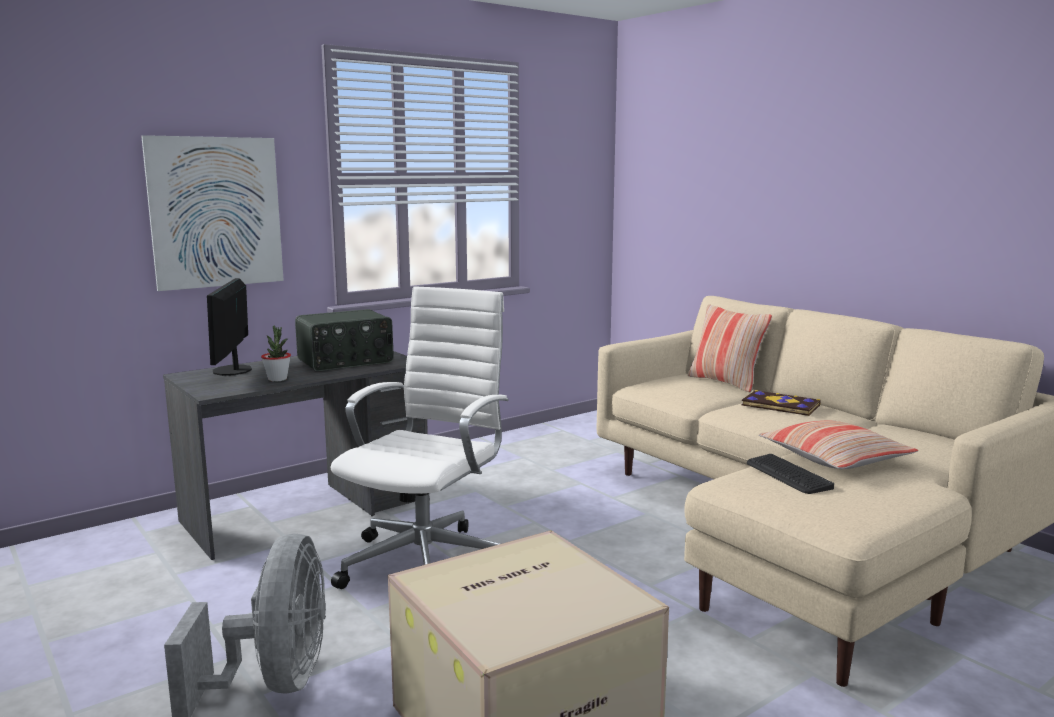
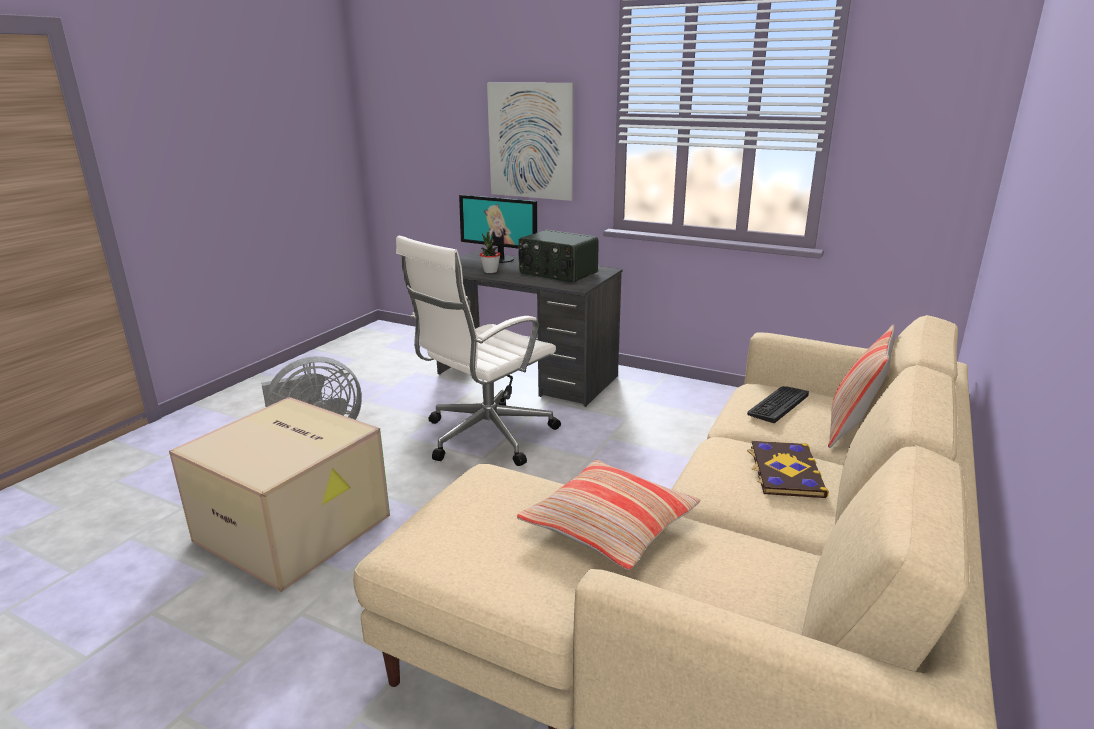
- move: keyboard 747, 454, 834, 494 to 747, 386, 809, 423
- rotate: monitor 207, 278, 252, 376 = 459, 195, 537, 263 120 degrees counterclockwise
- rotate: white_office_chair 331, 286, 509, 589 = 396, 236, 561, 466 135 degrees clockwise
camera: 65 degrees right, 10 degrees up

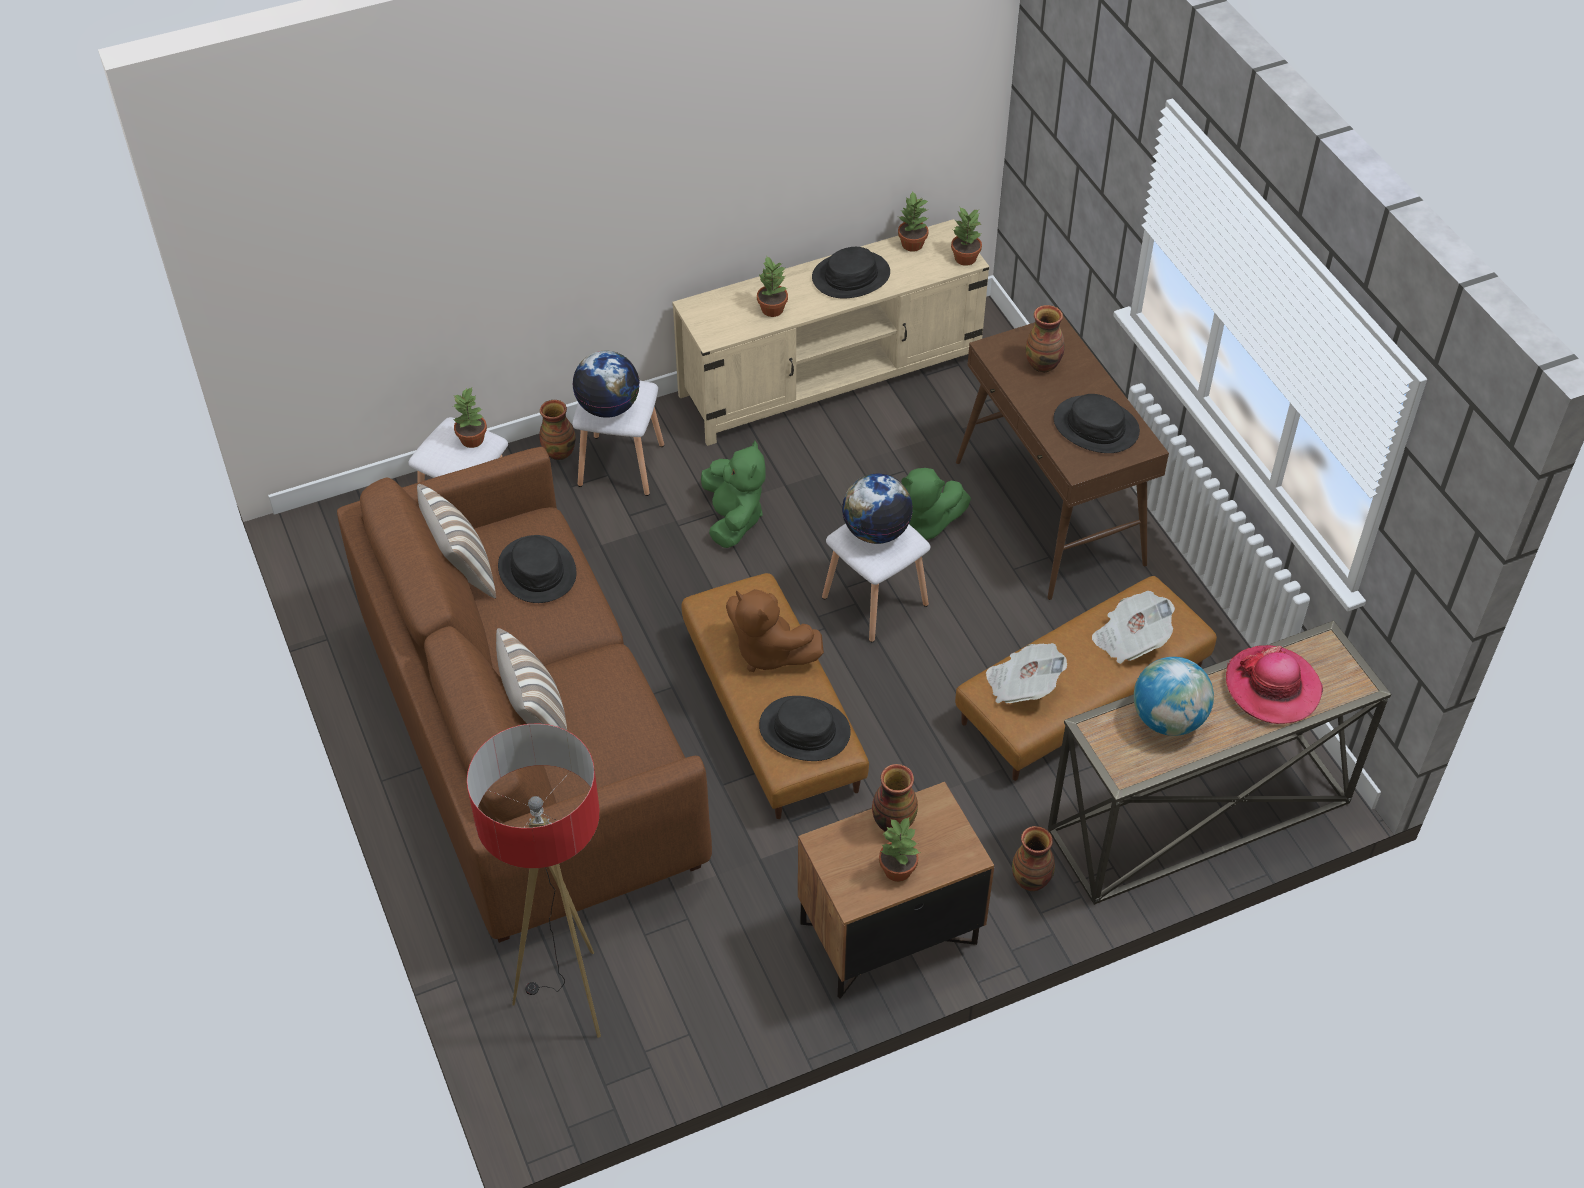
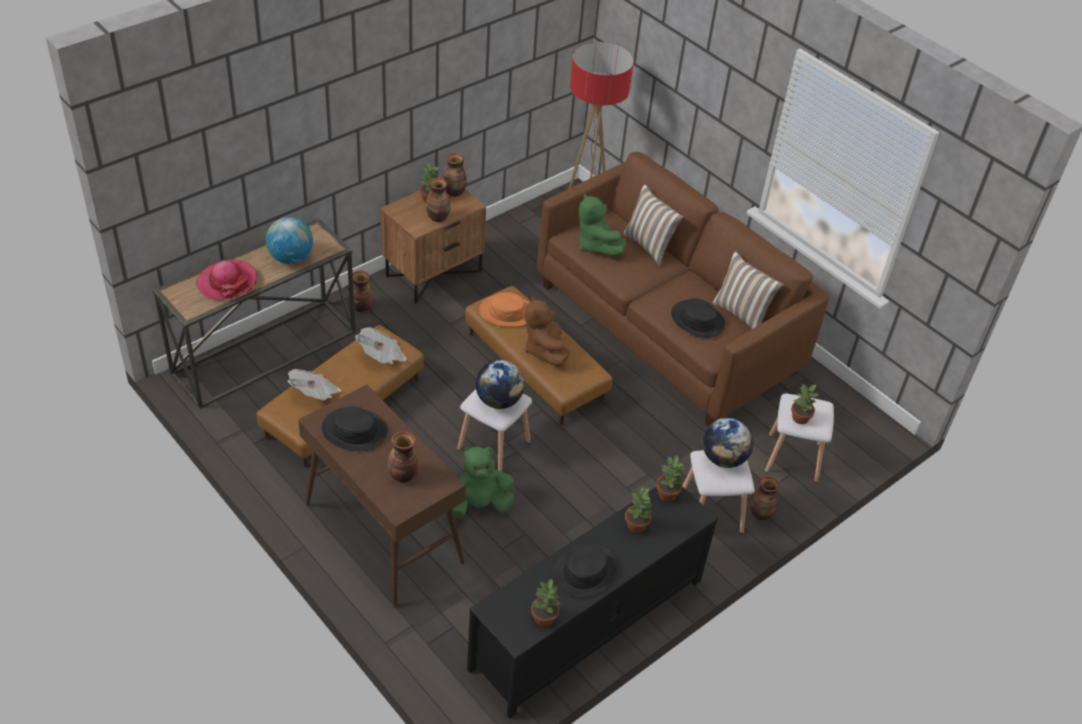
- insert: vase 443, 153, 467, 197
- move: green_plush_toy 701, 440, 766, 548 to 579, 193, 626, 256
- move: potted_plant 951, 206, 982, 266 to 656, 455, 684, 501
- recolor: beige_tv_stand 672, 219, 989, 446 to black_tv_stand 467, 487, 718, 719
- recolor: black_hat 759, 696, 851, 761 to orange_hat 479, 293, 530, 327
- rotate: brown_plush_toy 726, 589, 824, 672 = 525, 295, 570, 366 120 degrees counterclockwise
camera: 160 degrees right, 5 degrees down

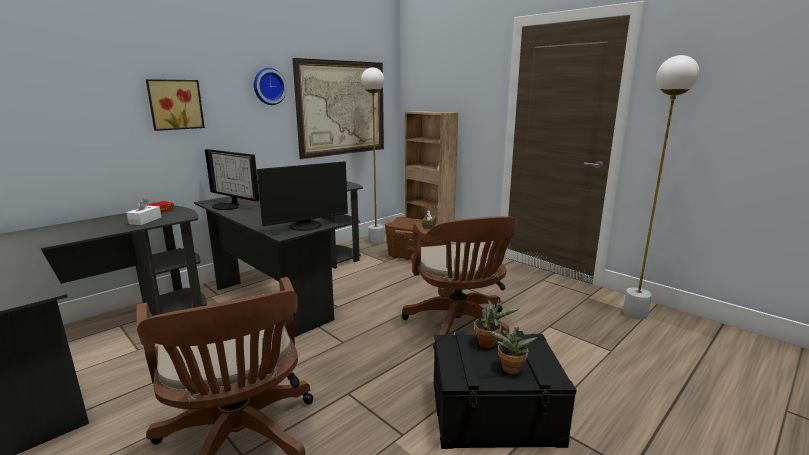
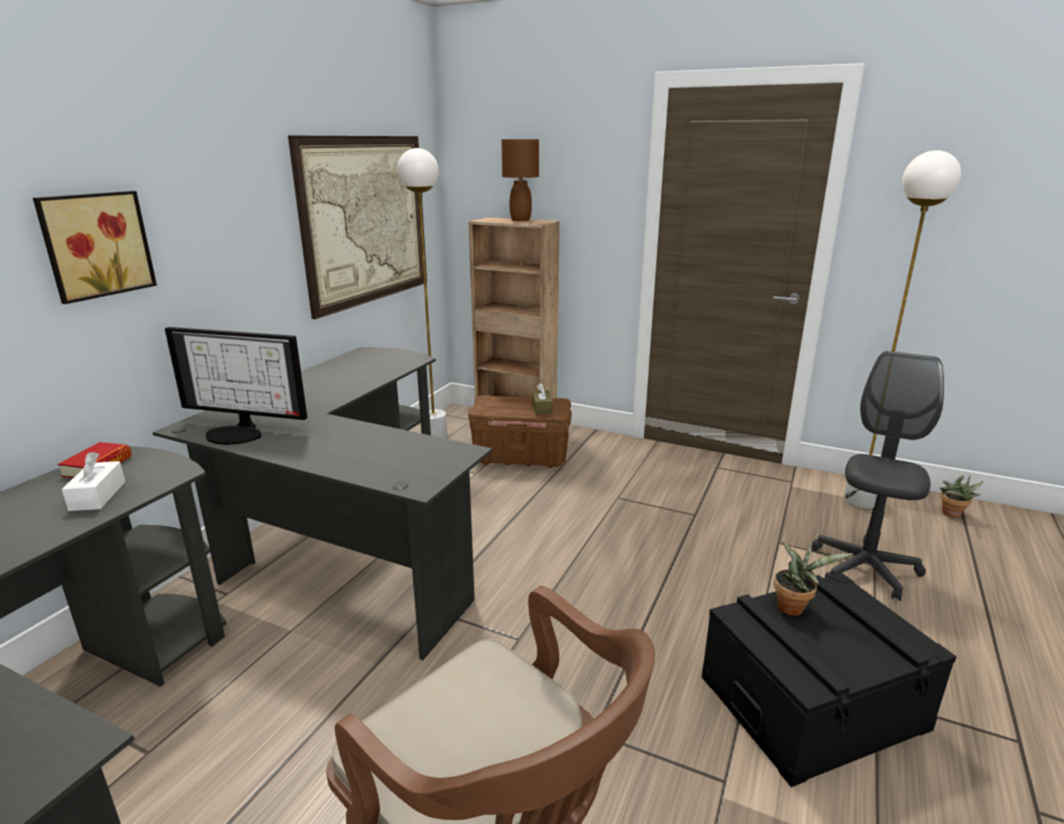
- delete: wall_clock 254, 68, 287, 105
- delete: monitor 257, 161, 348, 231
- delete: brown_office_chair 402, 216, 518, 349
- insert: brown_table_lamp 502, 139, 539, 221
- insert: grey_office_chair 812, 351, 944, 601
- move: potted_plant 490, 327, 538, 374 to 940, 475, 983, 518
camera: 20 degrees left, 5 degrees up

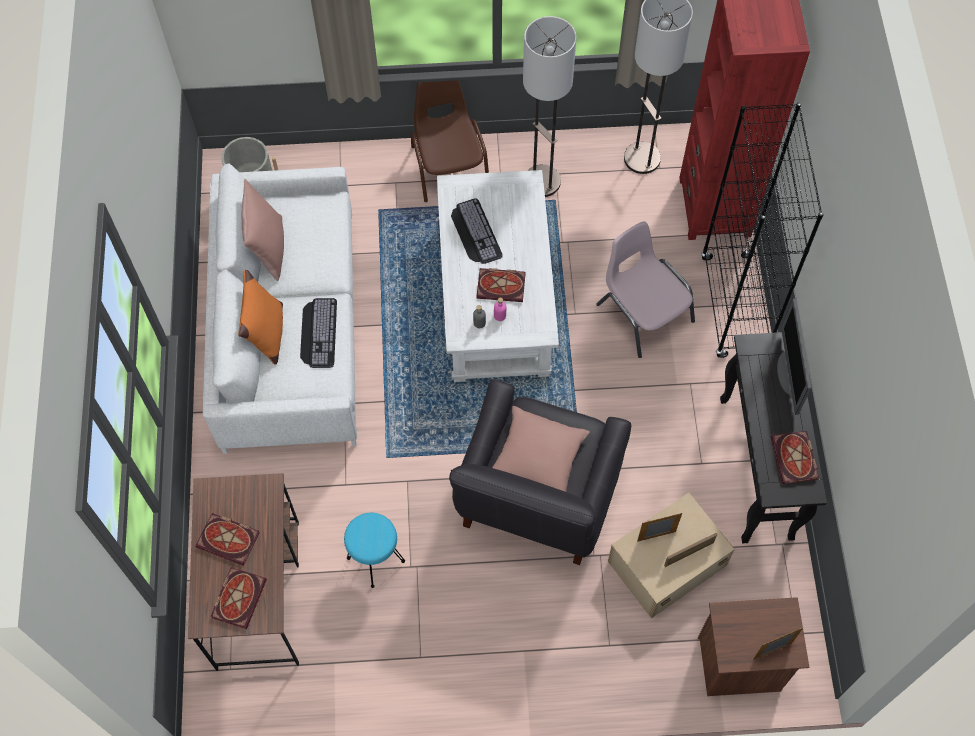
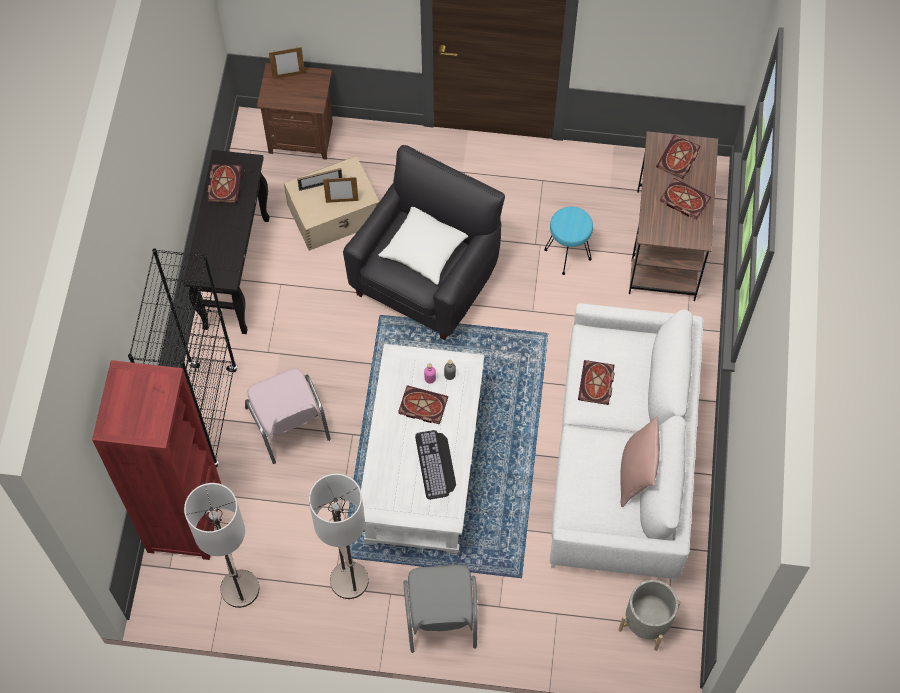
- delete: orange_pillow 238, 270, 283, 365
- delete: monitor 777, 298, 811, 415
- replace: keyboard 300, 298, 337, 368 to book 578, 360, 615, 405
- recolor: brown_chair 411, 80, 489, 202 to grey_chair 403, 565, 478, 653
- recolor: pink_pillow 492, 406, 590, 492 to white_pillow 378, 207, 468, 285
camera: 170 degrees left, 0 degrees up

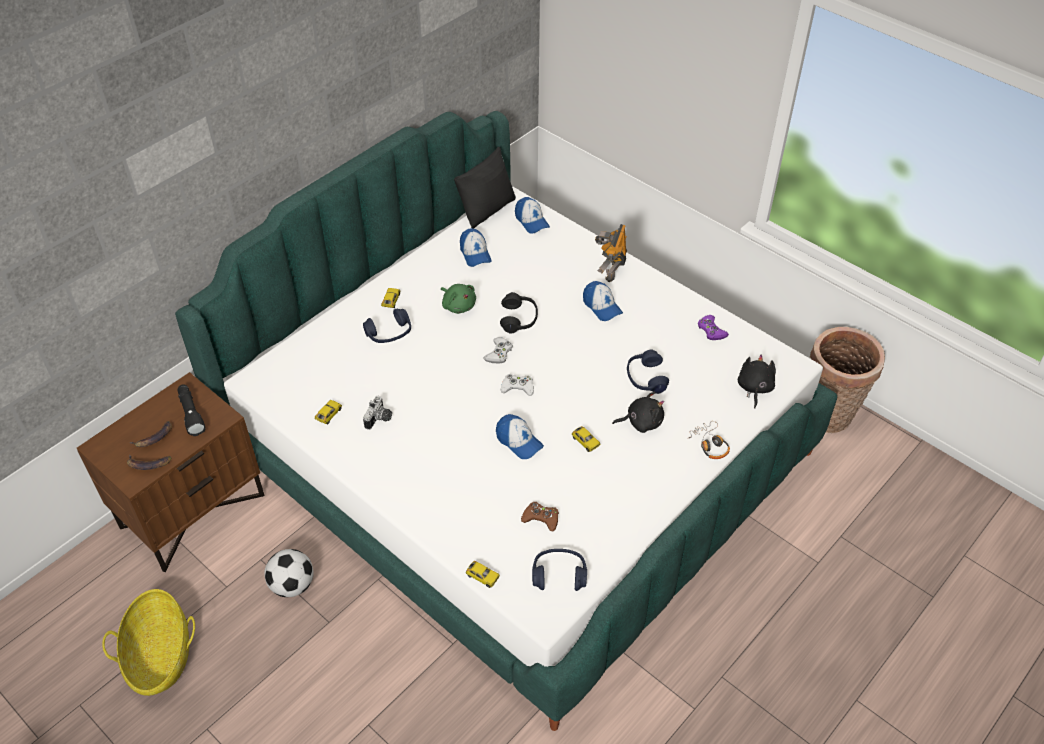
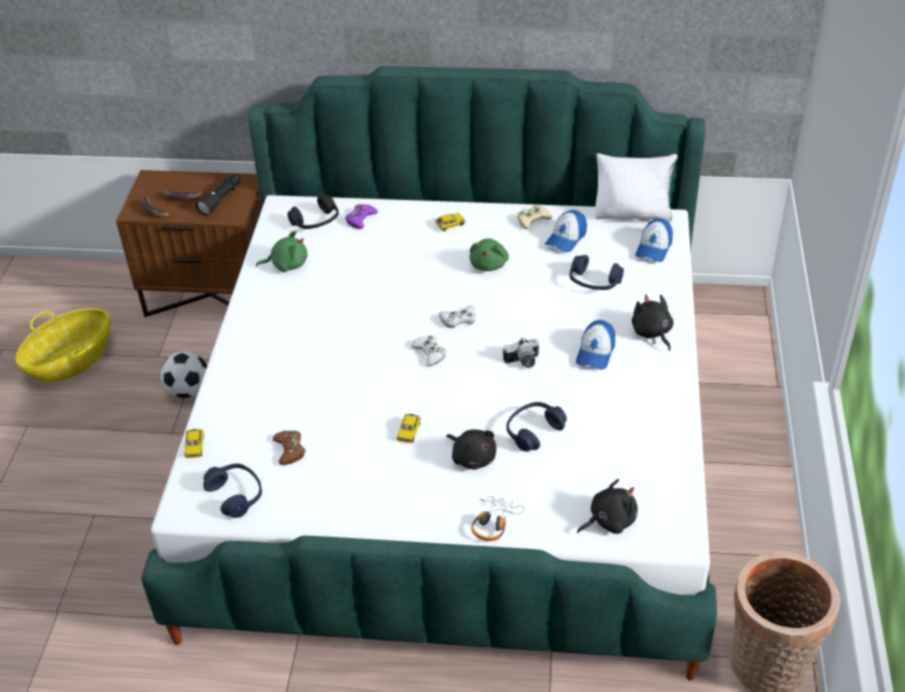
- delete: cap 496, 414, 544, 459
- insert: beige_game_controller 517, 205, 552, 229
- move: blue_headphones 363, 309, 411, 343 to 570, 255, 624, 290
- move: photo_camera 363, 396, 392, 430 to 503, 337, 539, 368
- move: black_headphones 500, 292, 538, 334 to 288, 195, 339, 229
- move: purple_game_controller 698, 315, 729, 340 to 345, 204, 378, 229
- replace: toy_car 315, 400, 342, 424 to green_plush_toy 256, 231, 307, 272
- replace: toy_robot 595, 224, 627, 282 to black_plush_toy 632, 294, 674, 351
- recolor: black_pillow 454, 146, 516, 229 to white_pillow 595, 153, 677, 222
camera: 55 degrees right, 5 degrees down

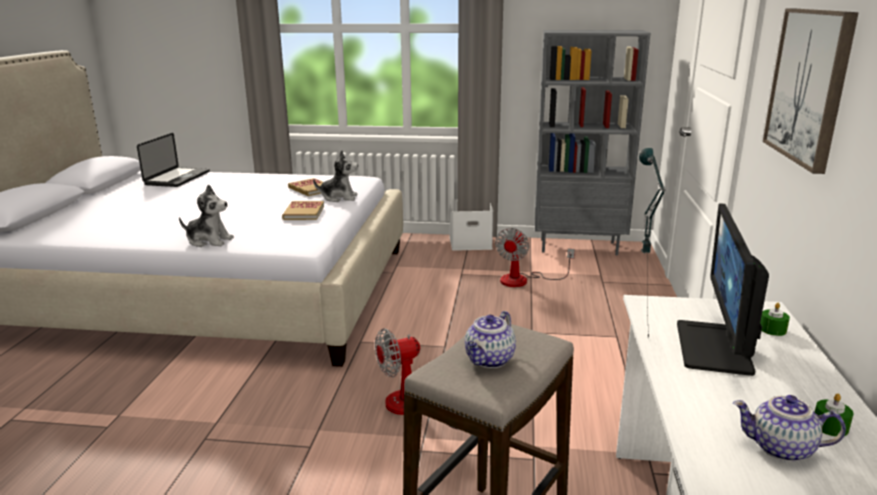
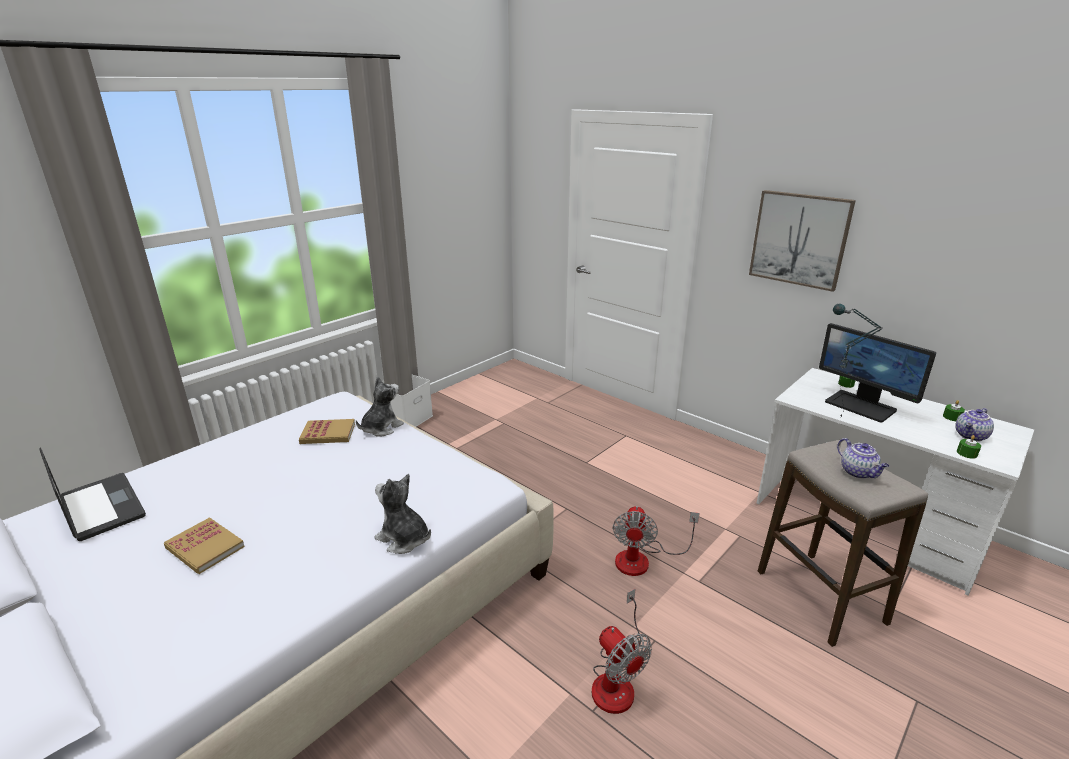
- delete: grey_bookcase 534, 30, 650, 255
- insert: green_candle 957, 435, 981, 459
- move: book 282, 201, 324, 220 to 164, 517, 245, 574
- move: fan 495, 228, 575, 287 to 592, 589, 652, 714
- rotate: plush_toy 179, 185, 234, 247 = 375, 474, 431, 554 105 degrees counterclockwise
camera: 55 degrees left, 5 degrees up

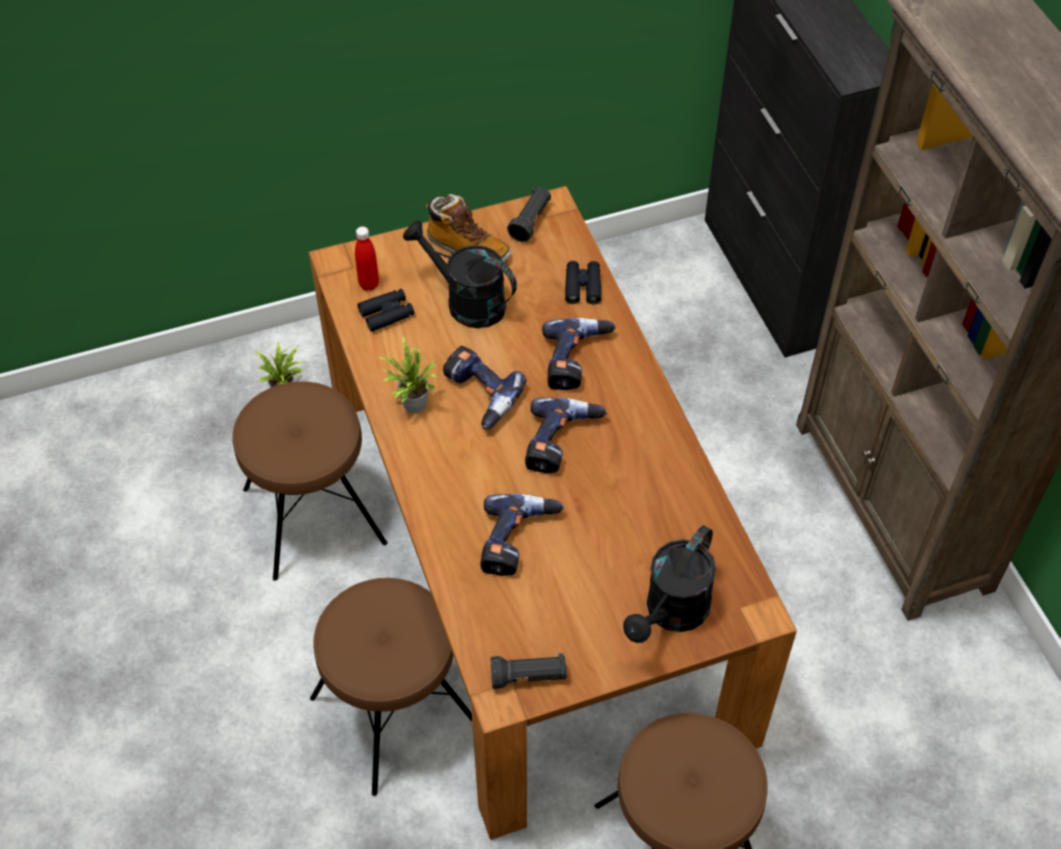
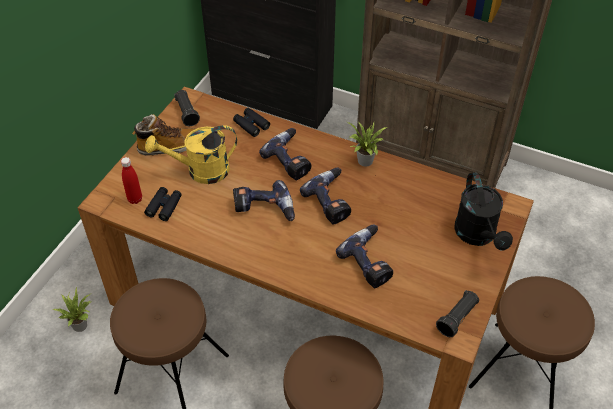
- move: potted_plant 378, 335, 438, 413 to 347, 122, 387, 166
- recolor: black_watering_can 403, 220, 517, 328 to yellow_watering_can 145, 125, 237, 184
camera: 45 degrees left, 5 degrees down

